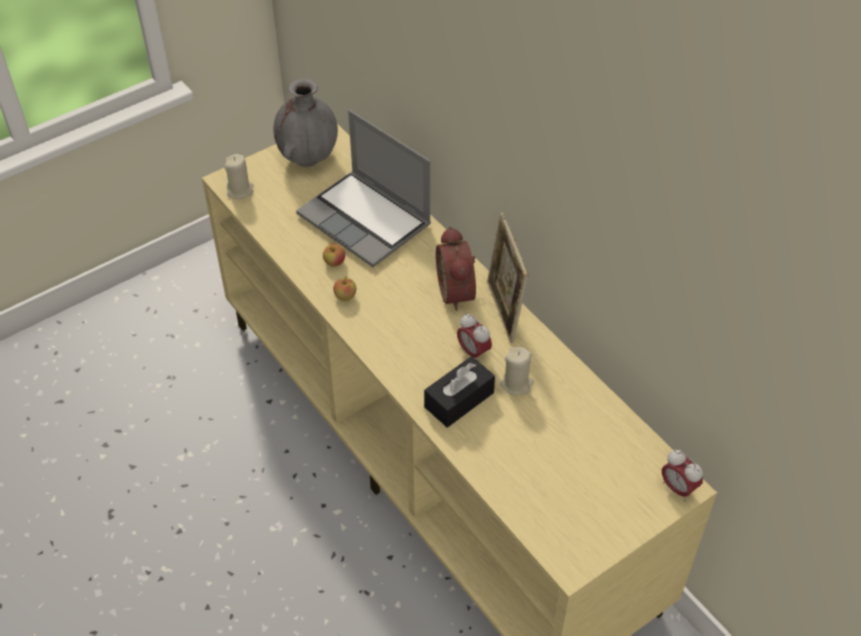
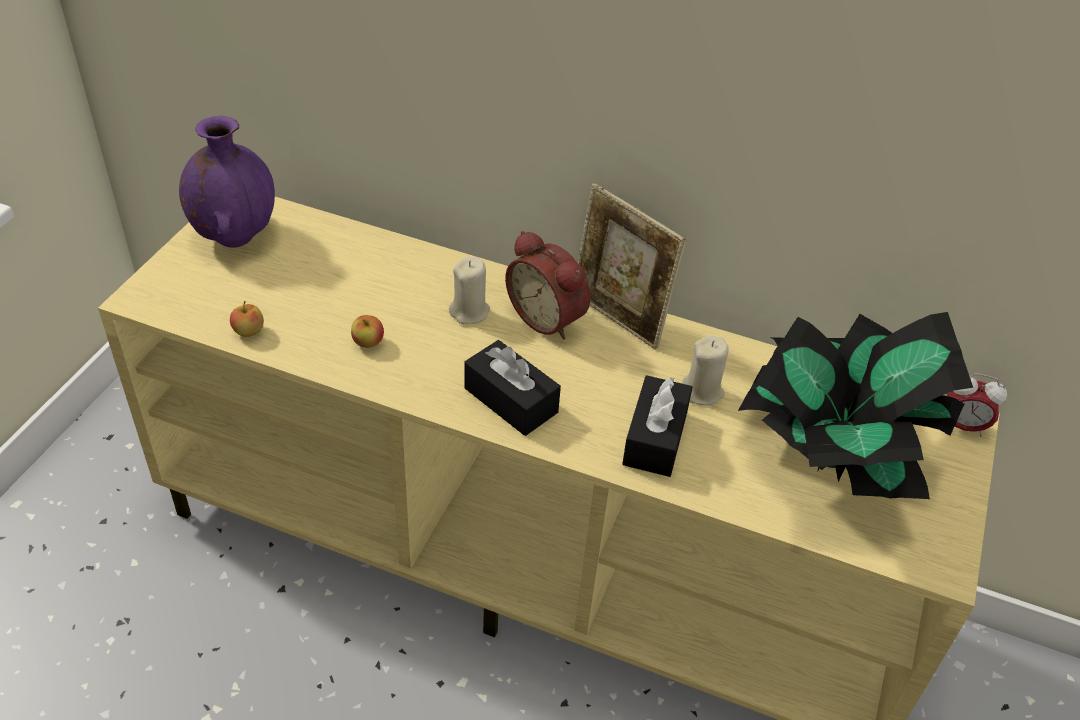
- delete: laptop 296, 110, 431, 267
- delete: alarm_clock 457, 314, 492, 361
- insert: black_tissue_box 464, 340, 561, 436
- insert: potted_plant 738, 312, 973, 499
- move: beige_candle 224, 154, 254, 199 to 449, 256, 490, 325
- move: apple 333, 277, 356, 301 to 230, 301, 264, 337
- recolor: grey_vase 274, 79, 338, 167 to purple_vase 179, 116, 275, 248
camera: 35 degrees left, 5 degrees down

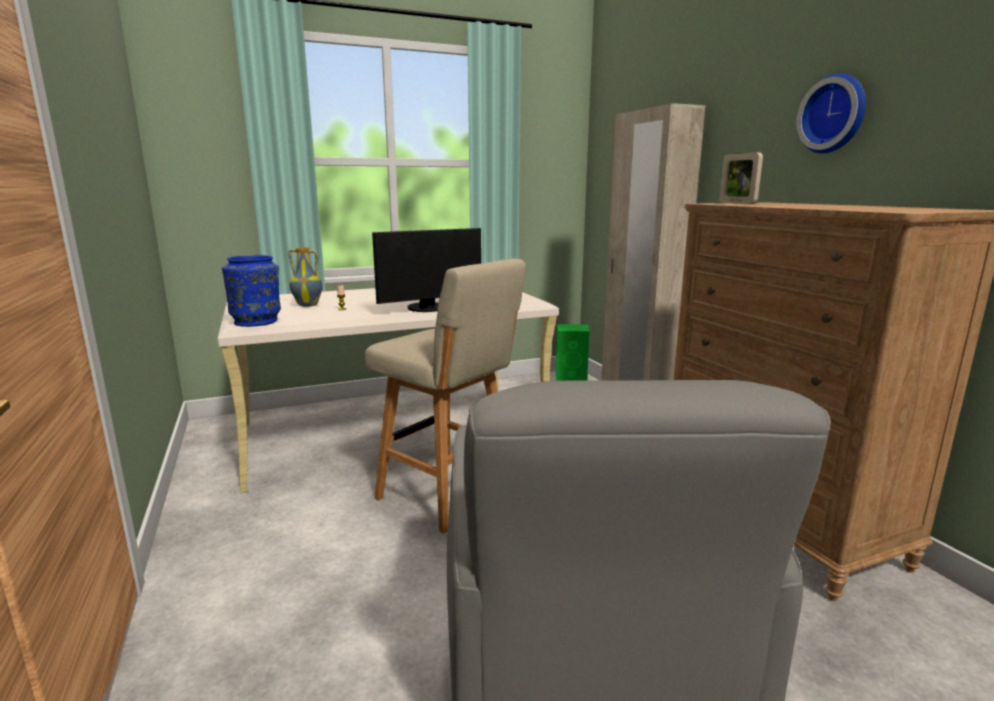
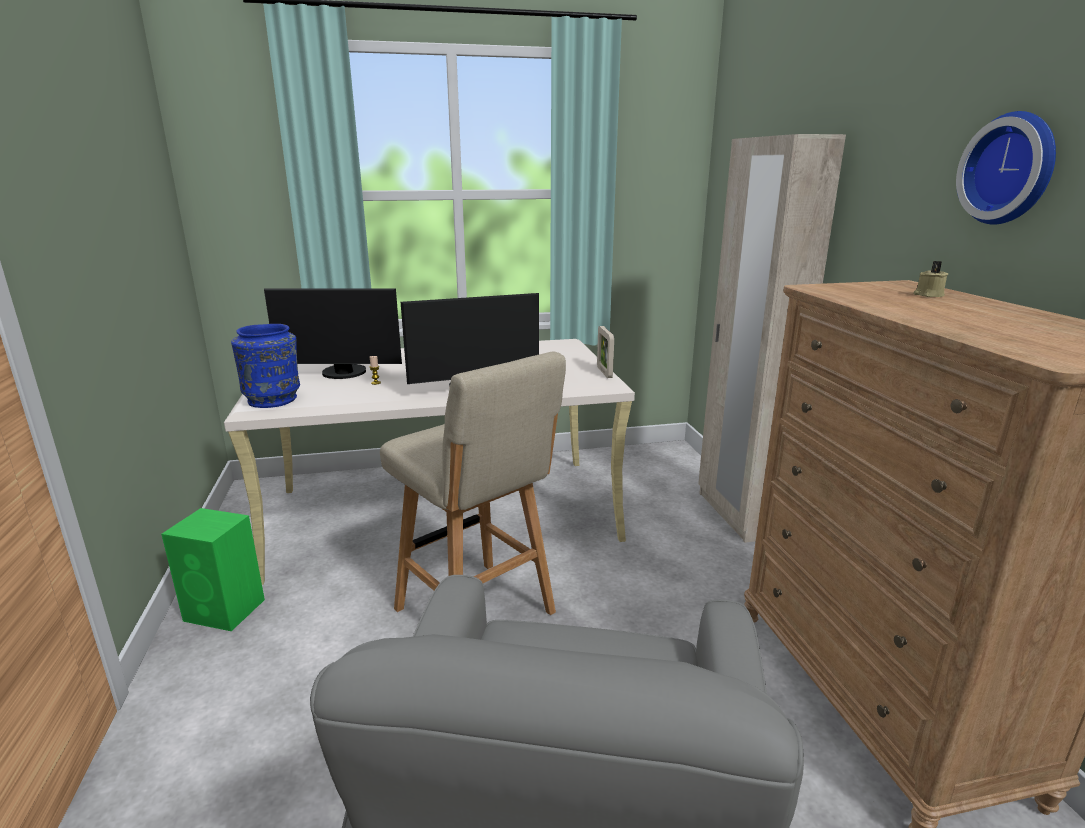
- insert: beige_candle 913, 261, 948, 297
- move: green_speaker 556, 324, 590, 381 to 161, 508, 265, 631
- move: picture_frame 719, 152, 763, 204 to 597, 326, 614, 378
- replace: vase 289, 248, 323, 307 to monitor 264, 288, 402, 379
camera: 10 degrees right, 5 degrees up

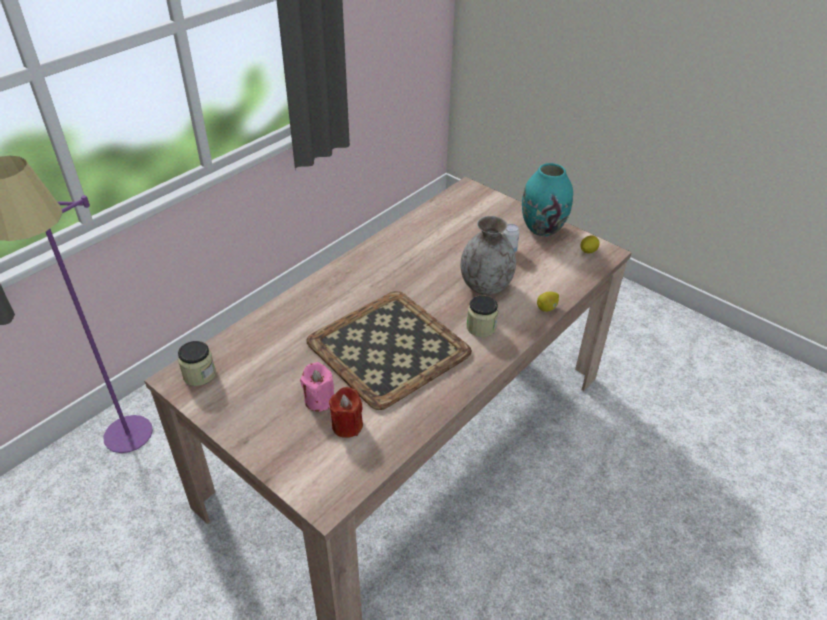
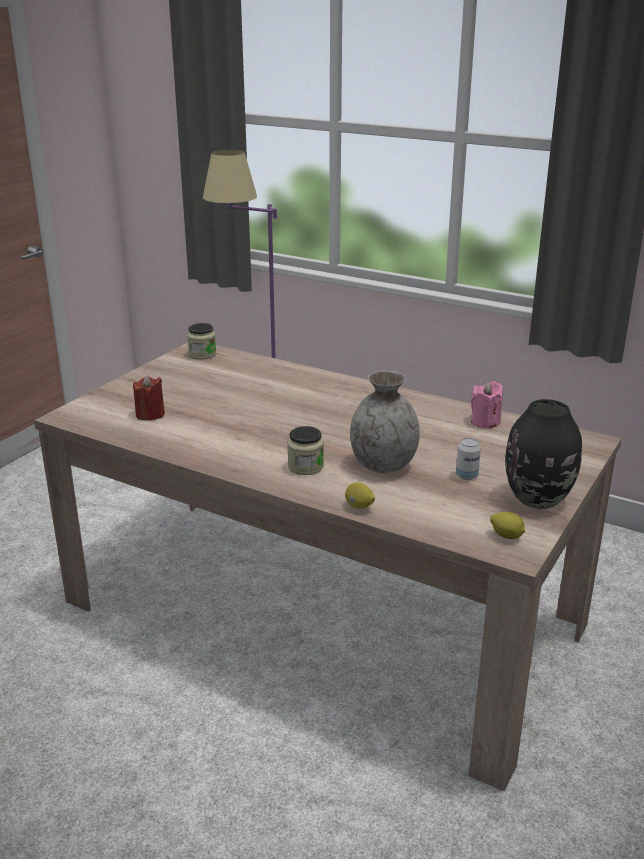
- delete: tray 307, 291, 472, 410
- move: pink_candle 300, 362, 334, 412 to 471, 381, 503, 429
- recolor: turquoise_vase 522, 163, 573, 237 to black_vase 505, 399, 582, 509
camera: 80 degrees right, 15 degrees down

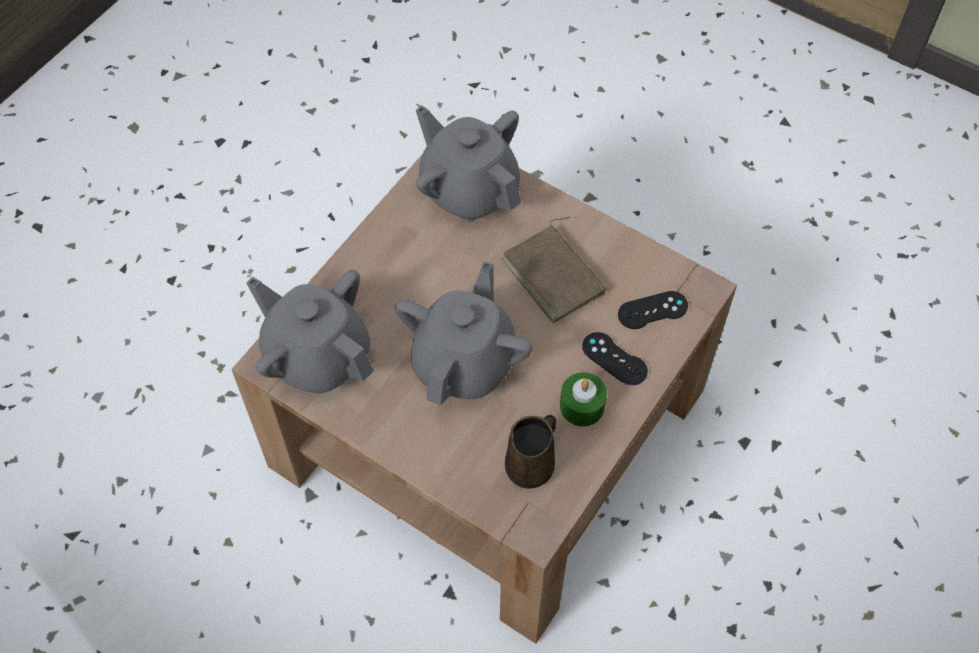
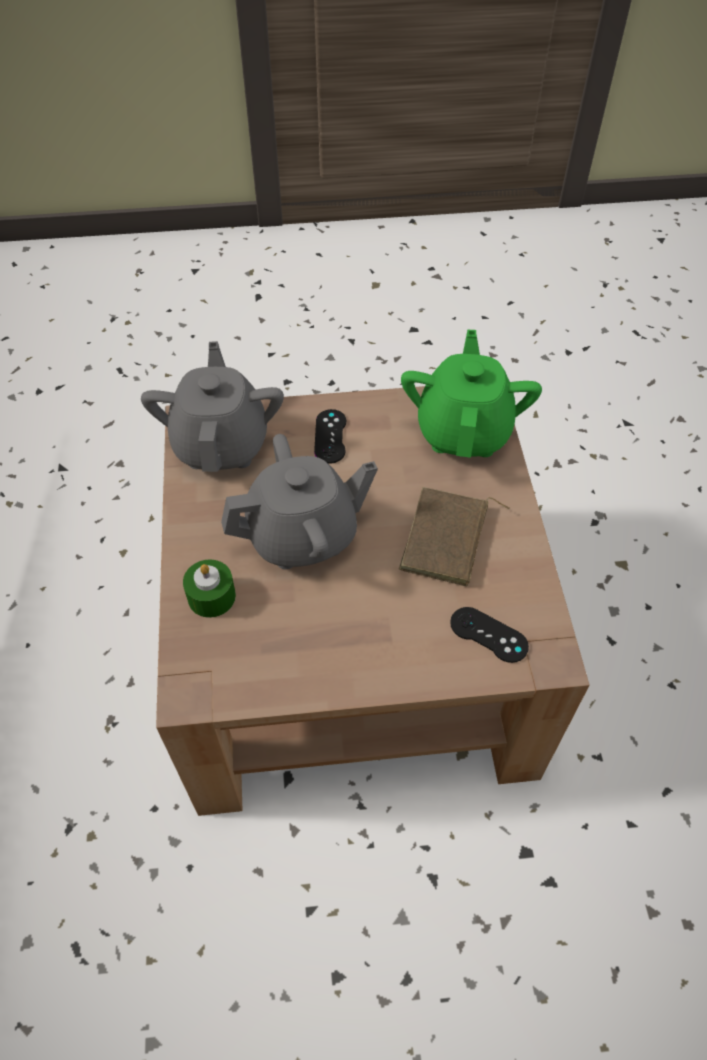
- delete: brown_mug 505, 415, 556, 488
- move: green_candle 560, 372, 607, 426 to 183, 559, 236, 618
- move: black_game_controller 582, 332, 648, 385 to 314, 409, 346, 464
- recolor: grey_teapot 416, 106, 521, 222 to green_teapot 401, 330, 542, 458
camera: 50 degrees right, 5 degrees down

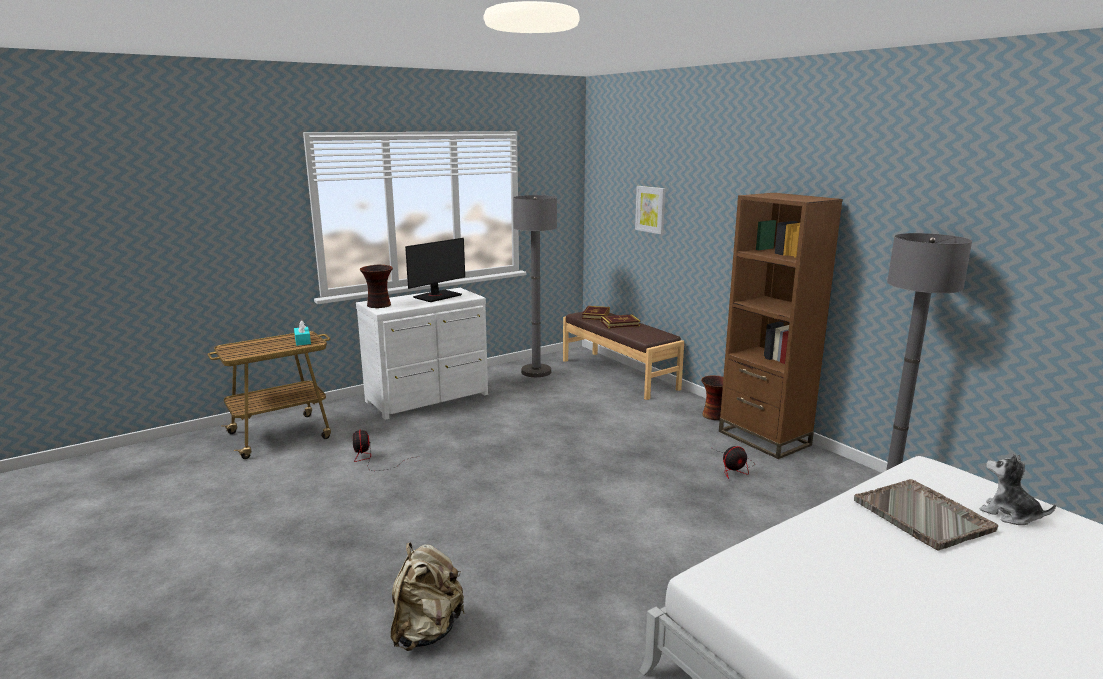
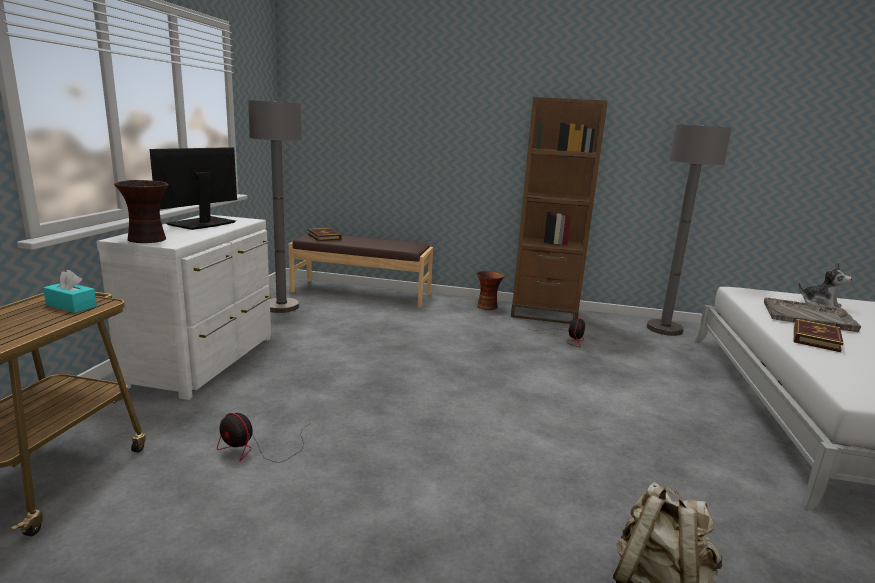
- delete: picture 635, 186, 665, 234
- move: book 601, 315, 640, 328 to 794, 319, 843, 352
- rotate: monitor 405, 238, 465, 302 = 149, 147, 237, 230 150 degrees counterclockwise
- rotate: plush_toy 979, 454, 1056, 525 = 798, 262, 852, 308 135 degrees counterclockwise
camera: 45 degrees left, 0 degrees up

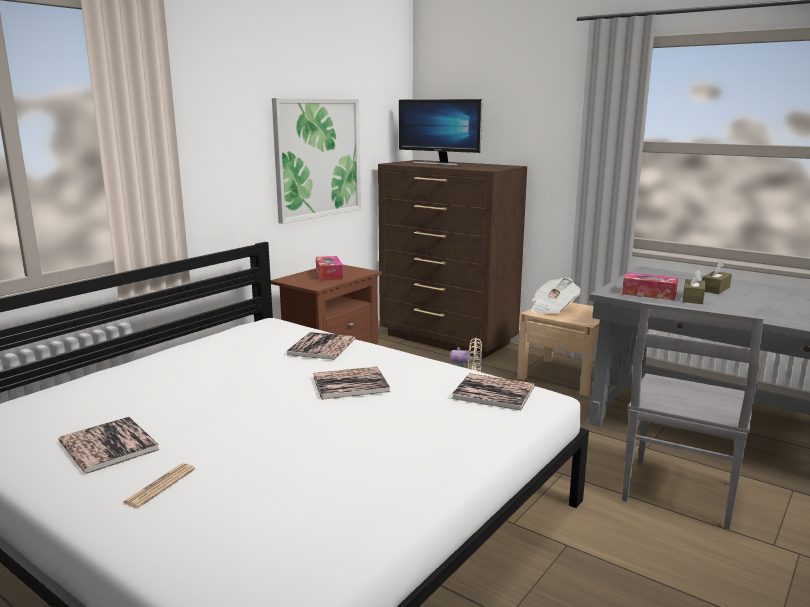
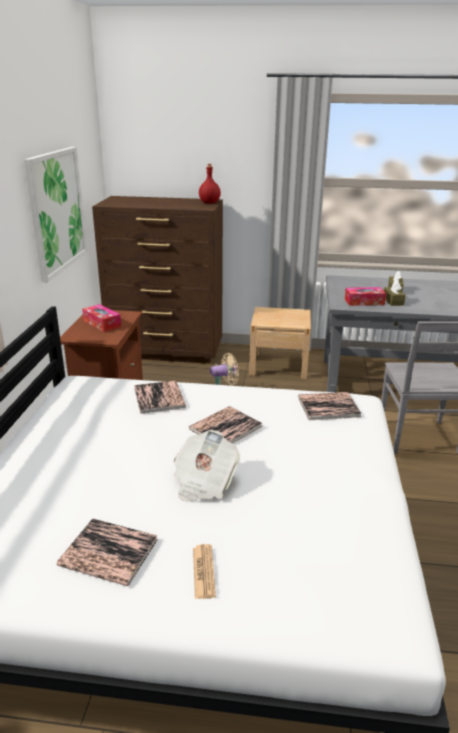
- delete: monitor 399, 99, 482, 166
- insert: red_bottle 199, 164, 221, 204
- move: newspaper 531, 278, 580, 314 to 174, 430, 240, 502
camera: 30 degrees left, 10 degrees up

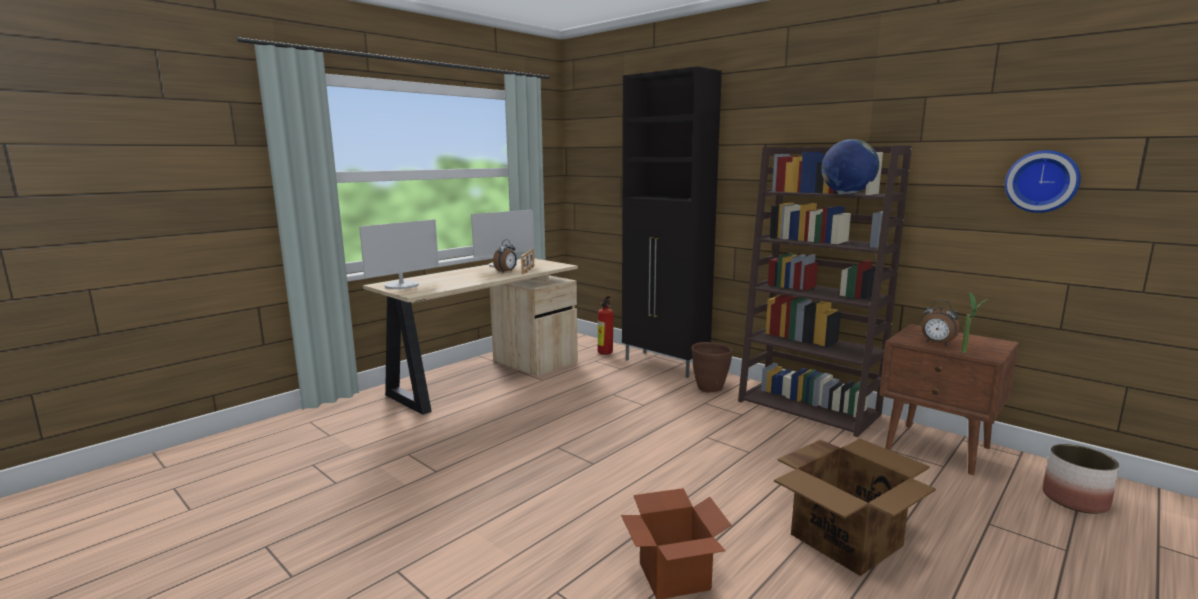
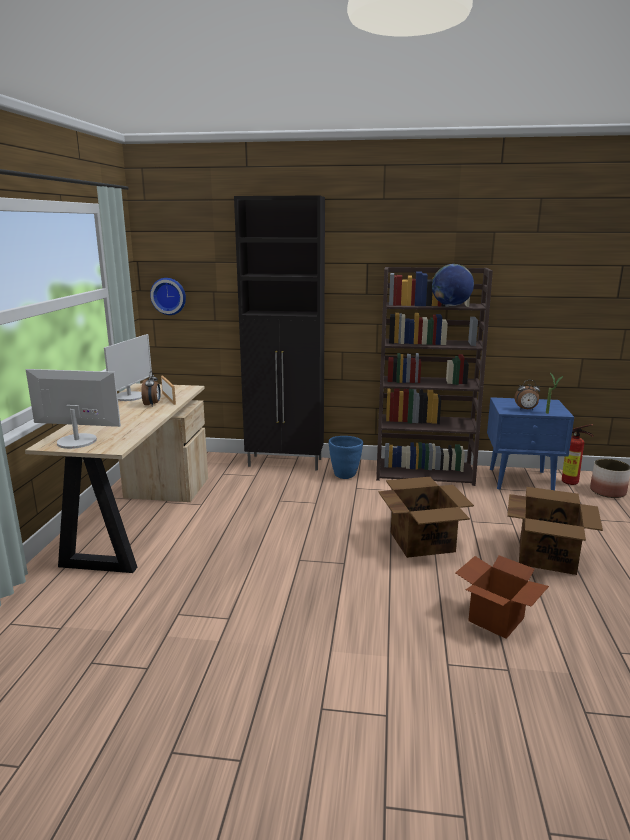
- insert: cardboard_box 378, 477, 474, 558
- move: fire_extinguisher 598, 295, 614, 355 to 562, 424, 594, 485
- move: wall_clock 1005, 150, 1081, 213 to 150, 278, 186, 315
- recolor: brown_planter 692, 342, 733, 392 to blue_planter 329, 436, 363, 479
- recolor: brown_nightstand 879, 324, 1019, 475 to blue_nightstand 487, 397, 574, 490
- rotate: monitor 359, 219, 439, 289 = 26, 369, 121, 449 90 degrees counterclockwise
camera: 35 degrees left, 5 degrees up

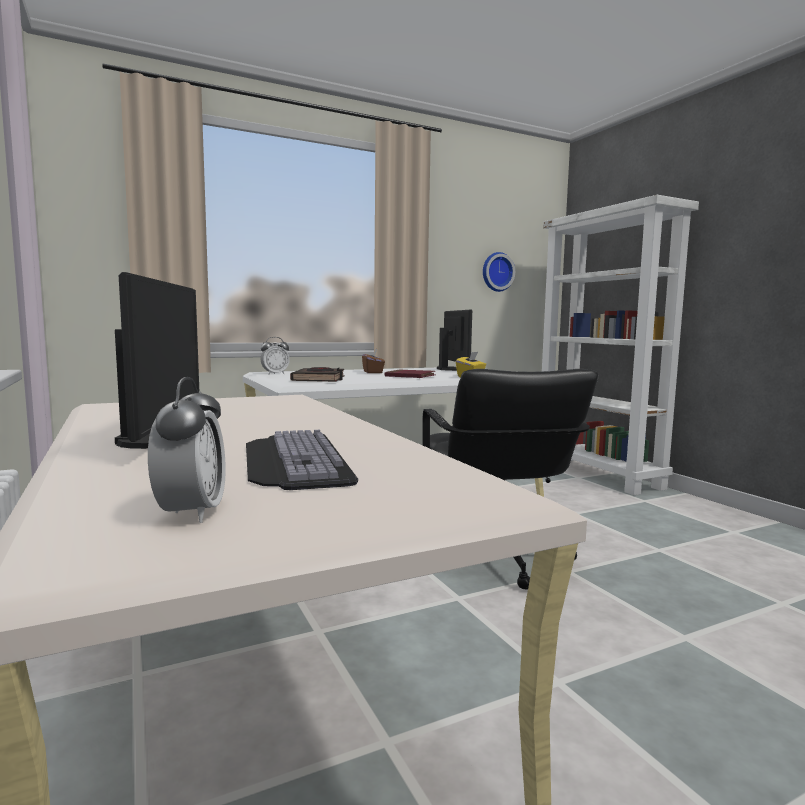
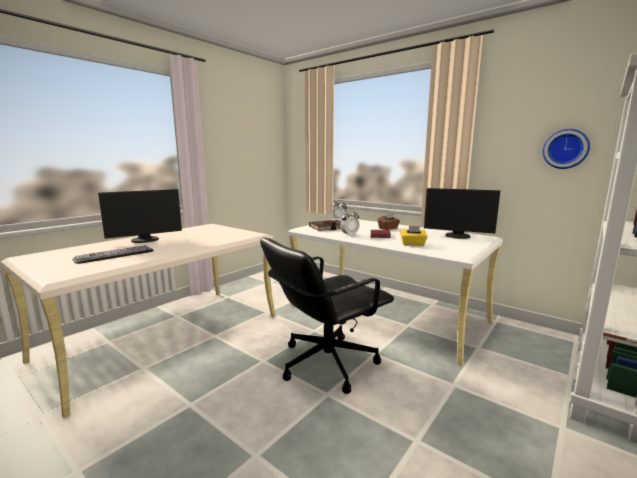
- move: alarm_clock 148, 377, 226, 523 to 340, 210, 360, 236
- rotate: monitor 437, 310, 472, 371 = 424, 188, 500, 239 60 degrees clockwise
camera: 65 degrees right, 5 degrees up

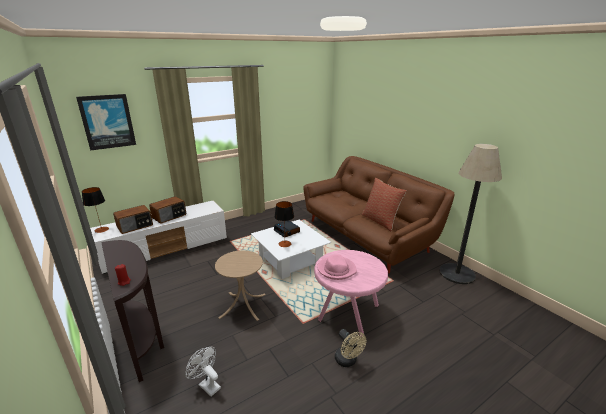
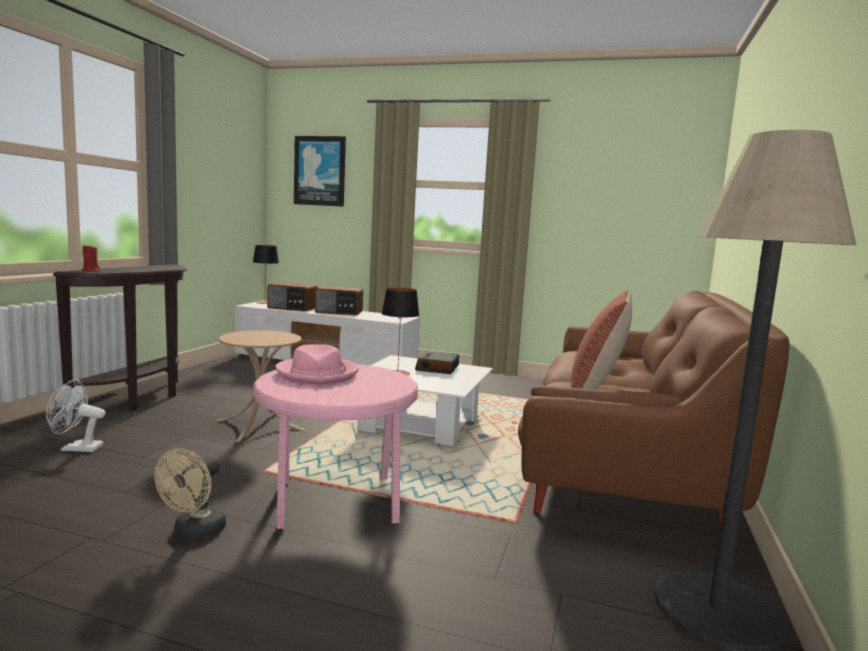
- rotate: white_fan 185, 347, 221, 396 = 46, 379, 105, 452 90 degrees counterclockwise
camera: 50 degrees right, 15 degrees down

